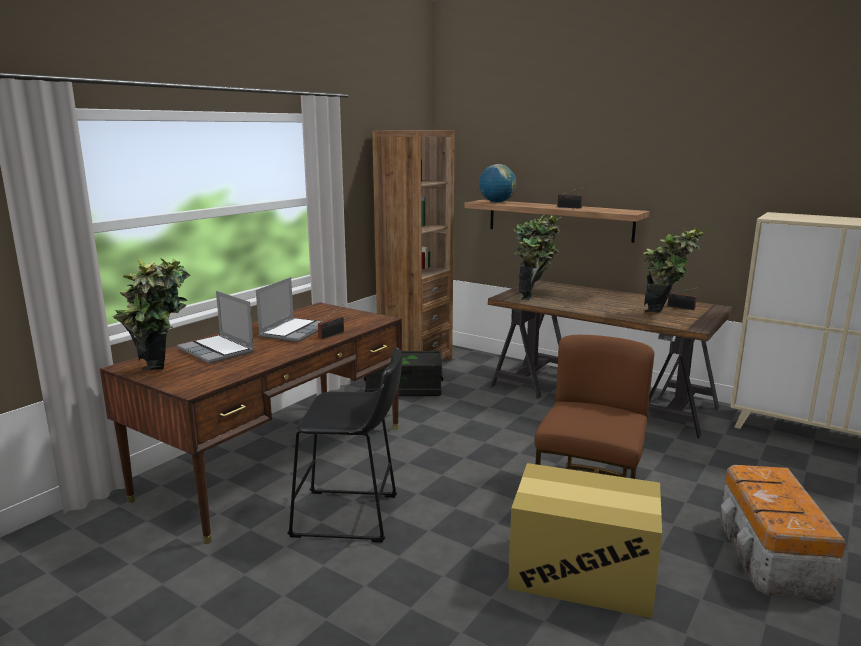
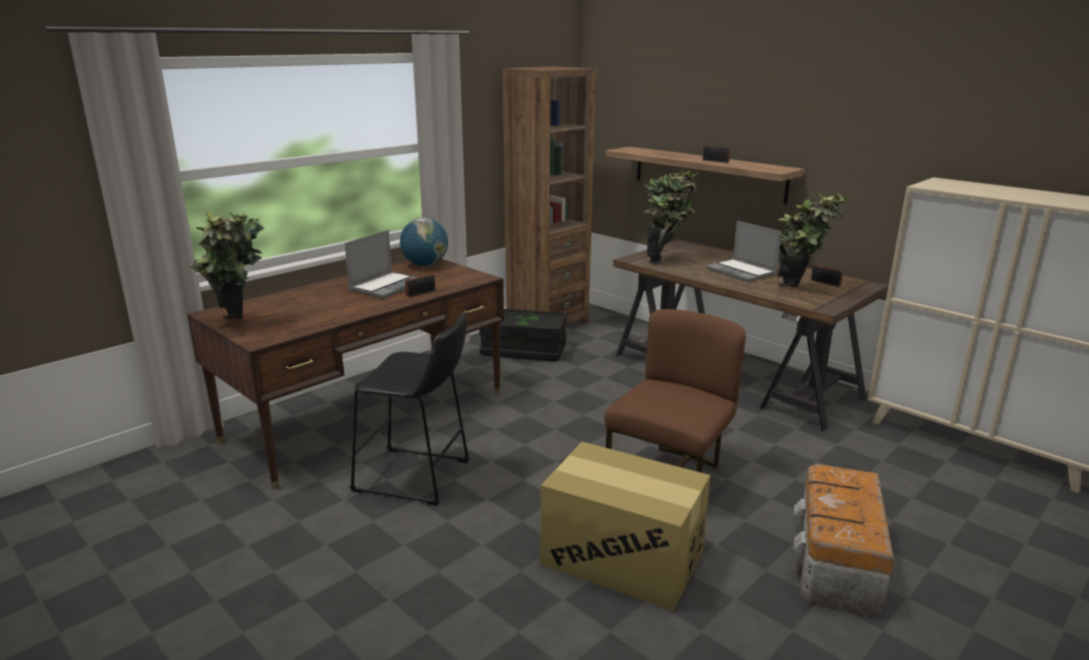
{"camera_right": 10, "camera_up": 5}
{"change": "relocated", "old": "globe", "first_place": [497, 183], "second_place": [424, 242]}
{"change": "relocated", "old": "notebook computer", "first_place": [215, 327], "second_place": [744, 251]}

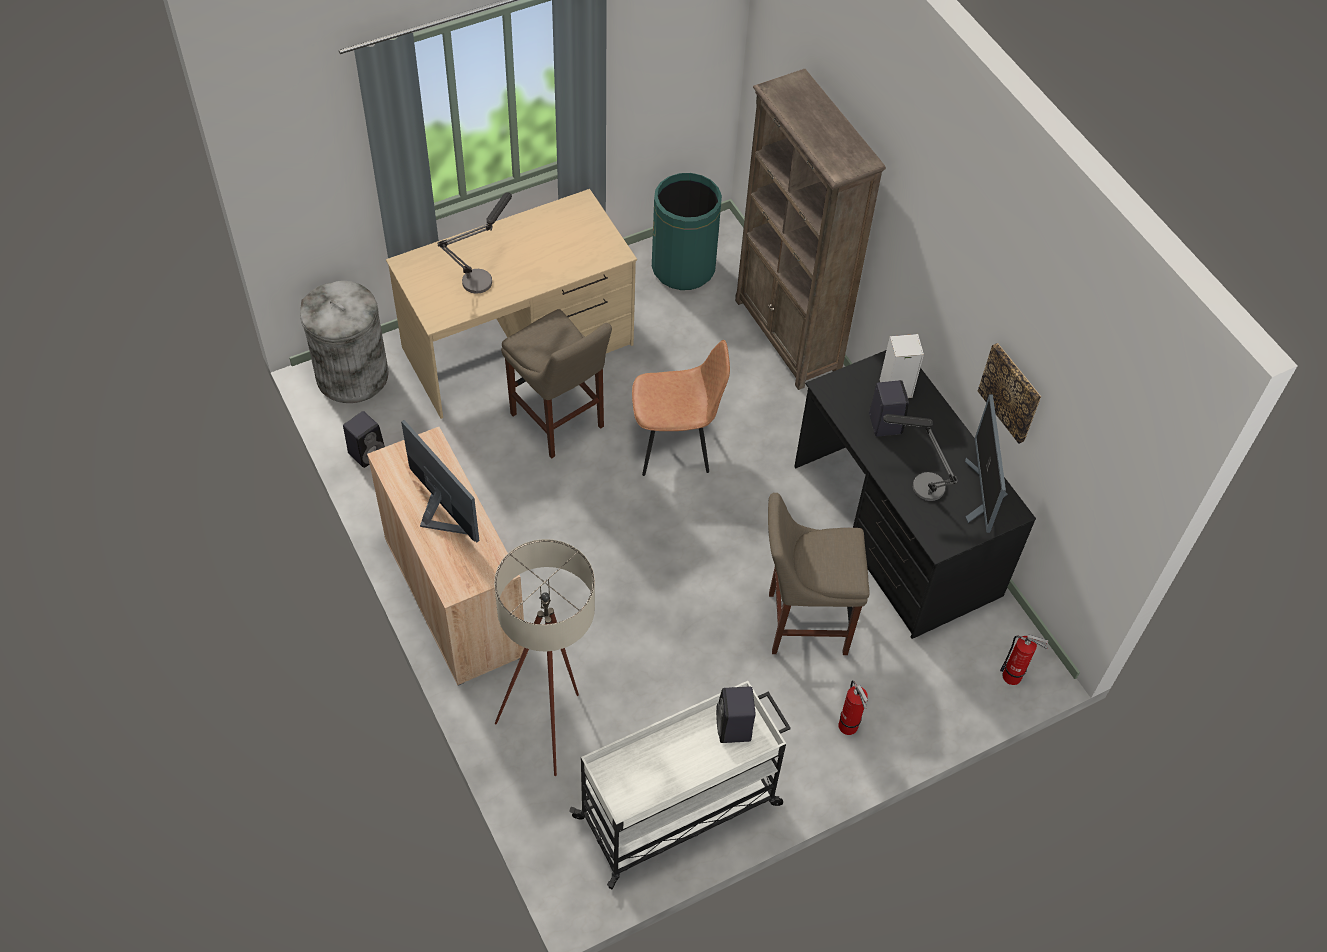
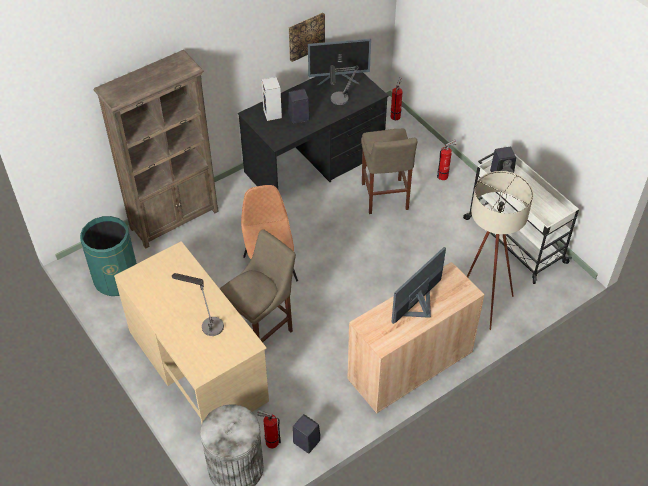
{"camera_right": -95, "camera_up": -5}
{"change": "appeared", "new": "fire extinguisher", "second_place": [269, 429]}

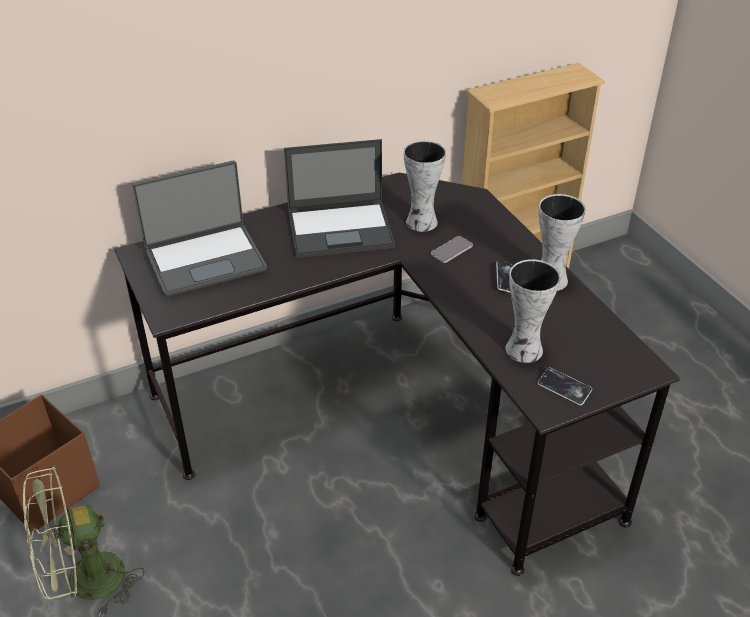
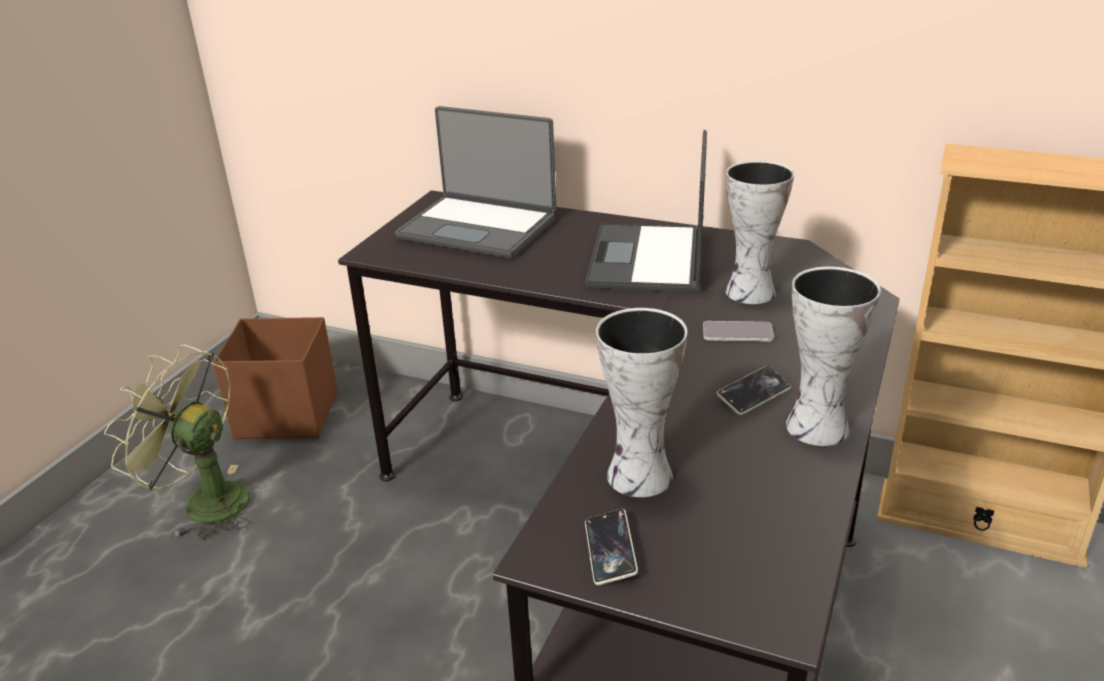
{"camera_right": 50, "camera_up": -10}
{"change": "spun", "old": "notebook computer", "first_place": [339, 198], "second_place": [646, 211], "degrees": 60}

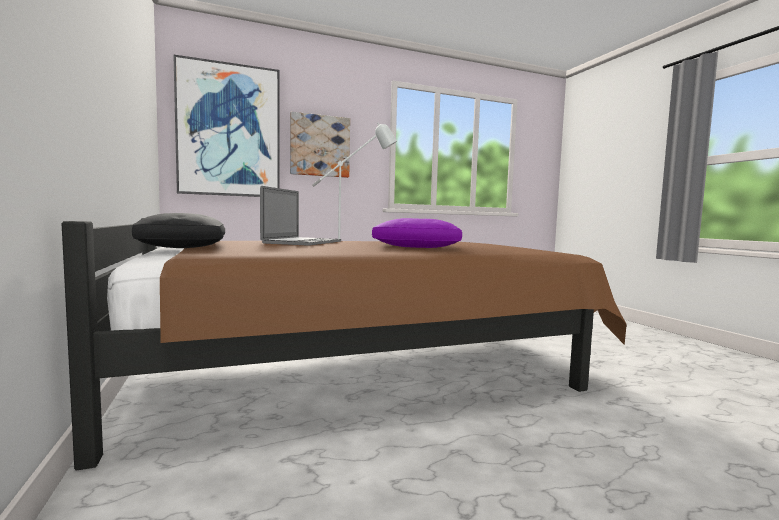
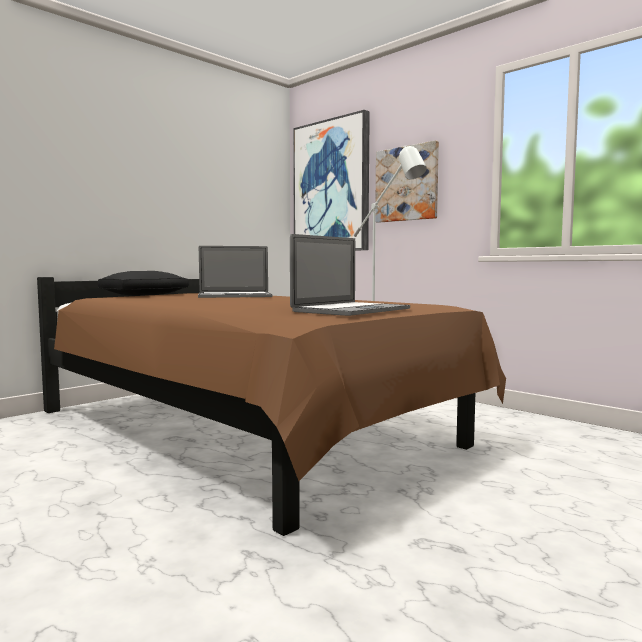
{"camera_right": 65, "camera_up": 0}
{"change": "appeared", "new": "notebook computer", "second_place": [350, 275]}
{"change": "missing", "old": "throw pillow in purple-coloured", "first_place": [417, 233]}

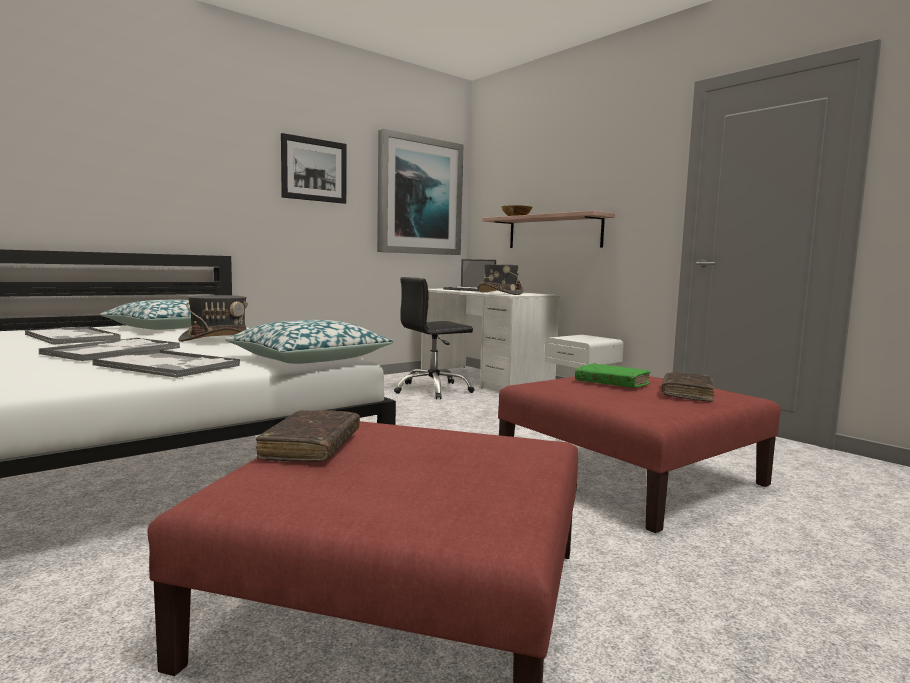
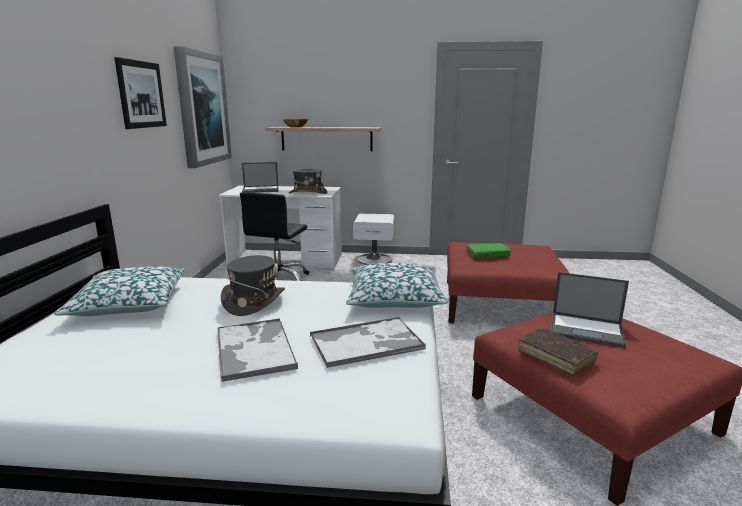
{"camera_right": -45, "camera_up": 10}
{"change": "appeared", "new": "notebook computer", "second_place": [590, 310]}
{"change": "missing", "old": "serving tray", "first_place": [73, 336]}
{"change": "missing", "old": "bound book in brown-coloured", "first_place": [688, 387]}

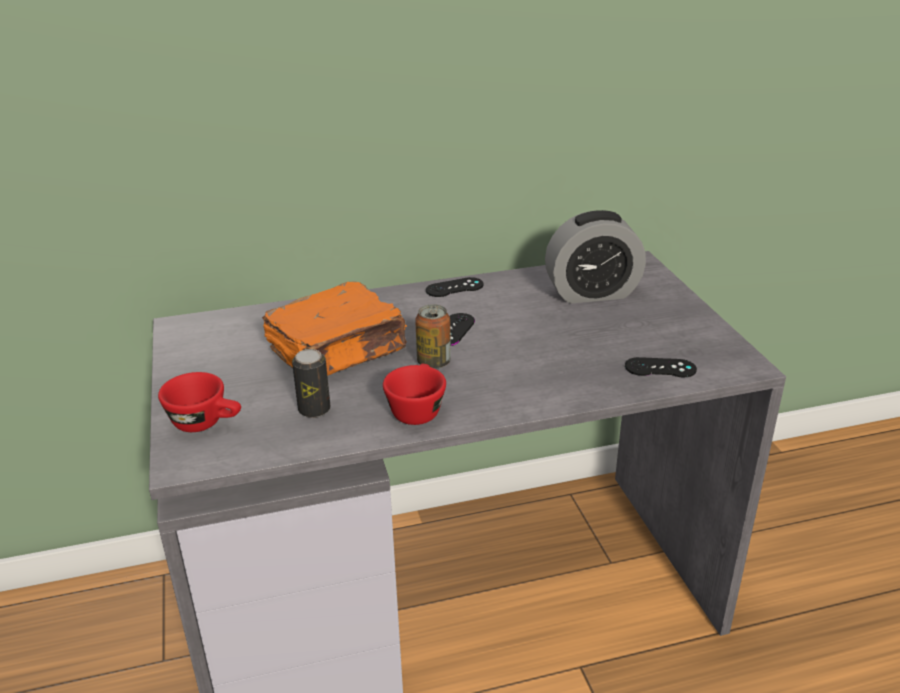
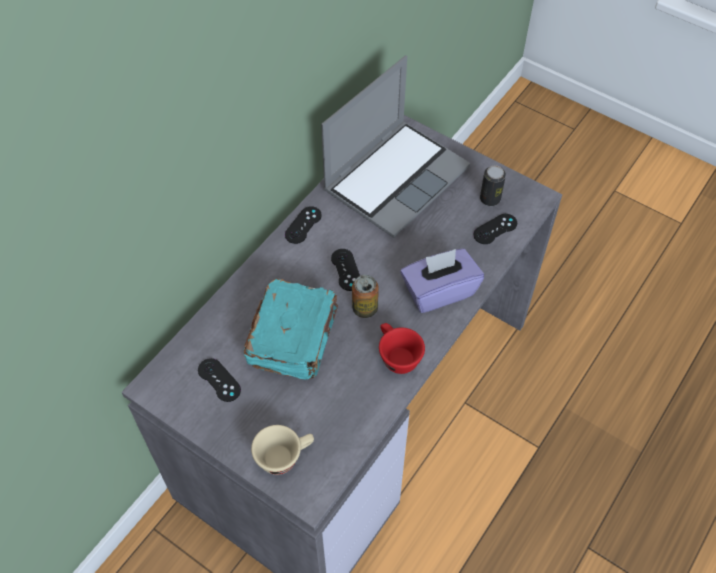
{"camera_right": -40, "camera_up": 25}
{"change": "appeared", "new": "joypad in black-coloured", "second_place": [219, 380]}
{"change": "colour", "old": "bound book in orangey", "new": "bound book in turquoise-coloured", "first_place": [334, 329], "second_place": [291, 329]}
{"change": "colour", "old": "cup in red", "new": "cup in beige", "first_place": [199, 402], "second_place": [282, 450]}
{"change": "exchanged", "old": "table clock", "new": "notebook computer", "first_place": [595, 257], "second_place": [395, 146]}
{"change": "appeared", "new": "tissue box in purple-coloured", "second_place": [442, 281]}
{"change": "relocated", "old": "sealed can", "first_place": [311, 383], "second_place": [493, 185]}

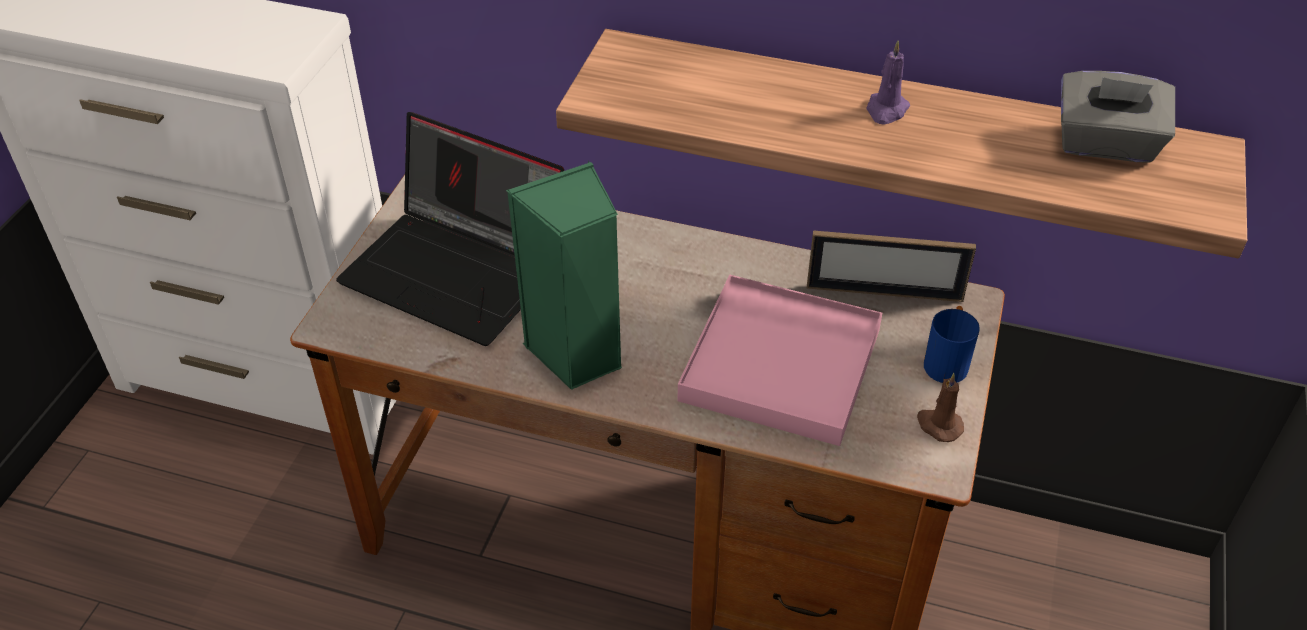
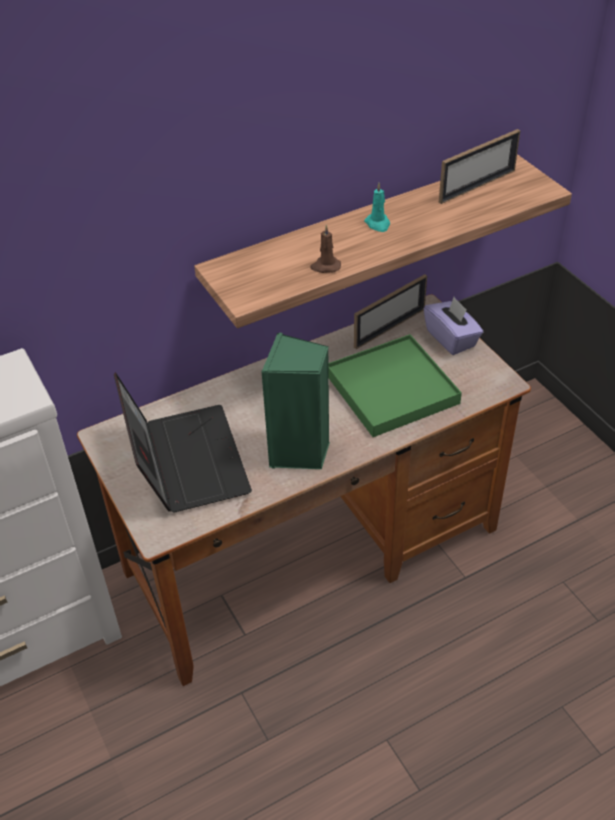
{"camera_right": -45, "camera_up": 0}
{"change": "spun", "old": "notebook computer", "first_place": [450, 229], "second_place": [183, 442], "degrees": -90}
{"change": "relocated", "old": "wax light in brown-coloured", "first_place": [940, 407], "second_place": [325, 249]}
{"change": "colour", "old": "serving tray in pink-coloured", "new": "serving tray in greenish", "first_place": [779, 360], "second_place": [395, 385]}
{"change": "colour", "old": "wax light in purple-coloured", "new": "wax light in turquoise-coloured", "first_place": [888, 82], "second_place": [377, 207]}
{"change": "exchanged", "old": "coffee mug in blue", "new": "tissue box in purple-coloured", "first_place": [951, 344], "second_place": [453, 326]}
{"change": "exchanged", "old": "tissue box in grey", "new": "standing frame", "first_place": [1118, 117], "second_place": [479, 166]}

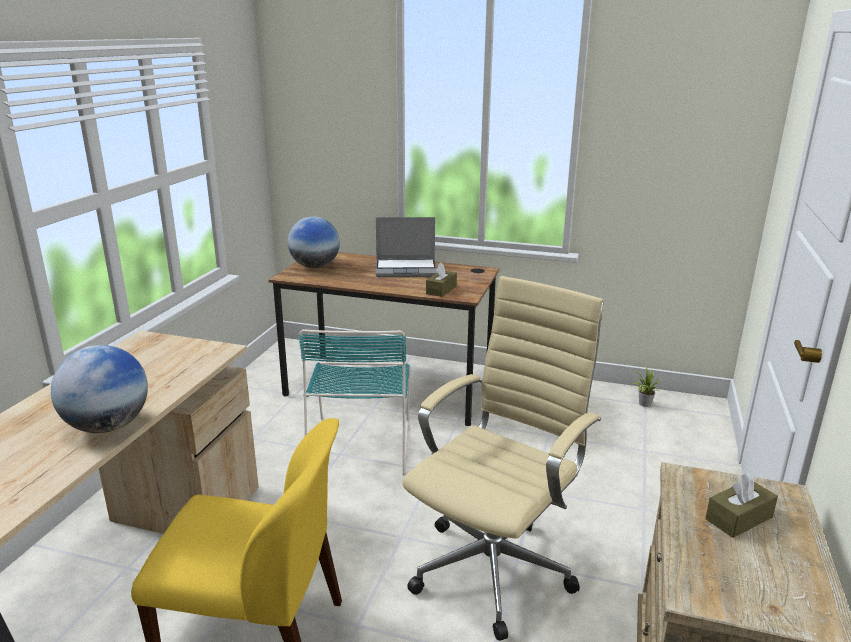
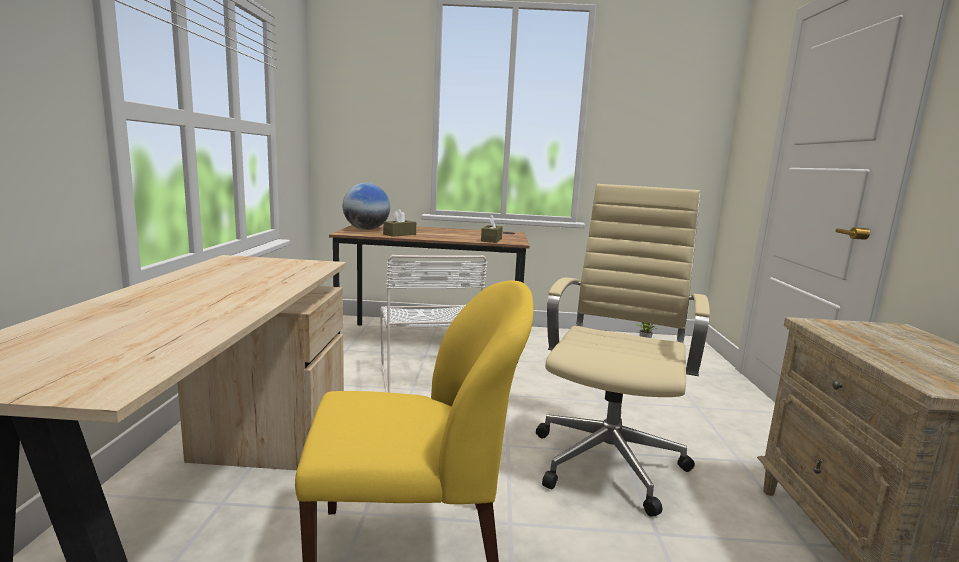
{"camera_right": -15, "camera_up": -10}
{"change": "colour", "old": "chair in turquoise-coloured", "new": "chair in whitish", "first_place": [354, 402], "second_place": [433, 324]}
{"change": "relocated", "old": "tissue box in brown-coloured", "first_place": [741, 505], "second_place": [399, 223]}
{"change": "missing", "old": "globe", "first_place": [99, 389]}
{"change": "missing", "old": "notebook computer", "first_place": [406, 247]}

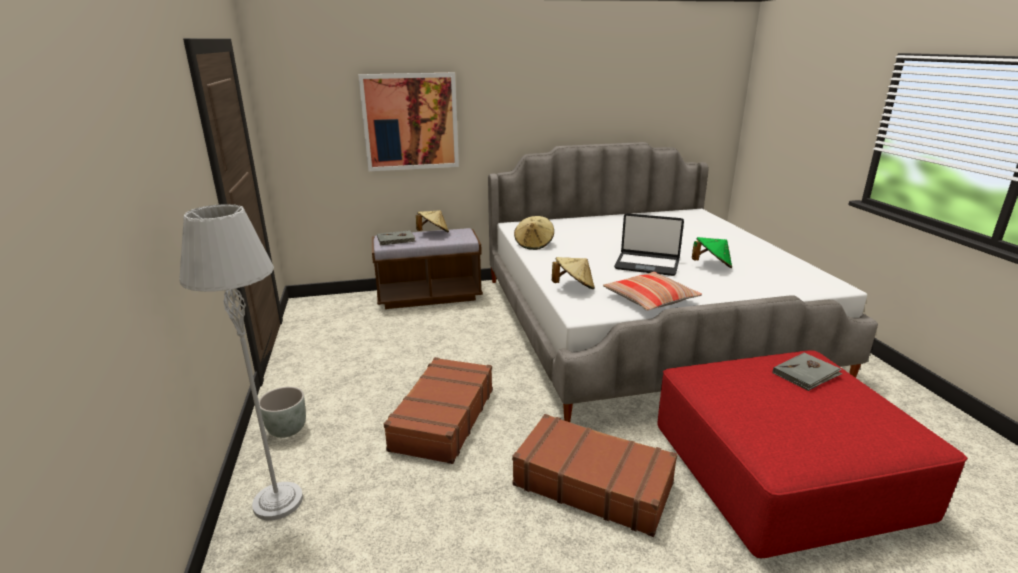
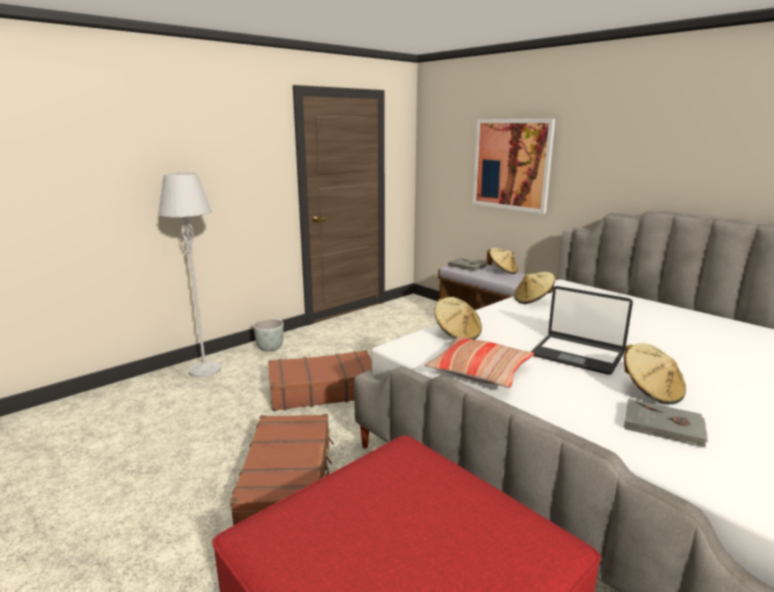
{"camera_right": 60, "camera_up": -5}
{"change": "spun", "old": "notebook computer", "first_place": [649, 244], "second_place": [582, 330], "degrees": -45}
{"change": "relocated", "old": "bound book in grey", "first_place": [808, 371], "second_place": [665, 423]}
{"change": "colour", "old": "wearable hat in greenish", "new": "wearable hat in beige", "first_place": [712, 252], "second_place": [655, 373]}

